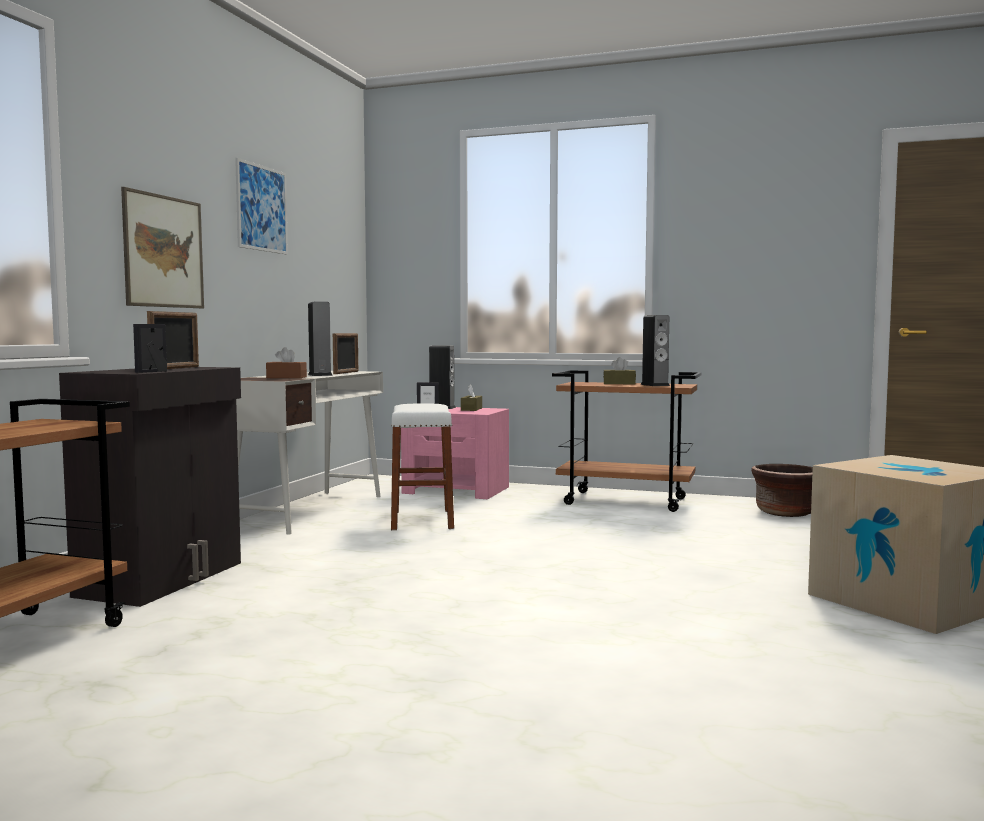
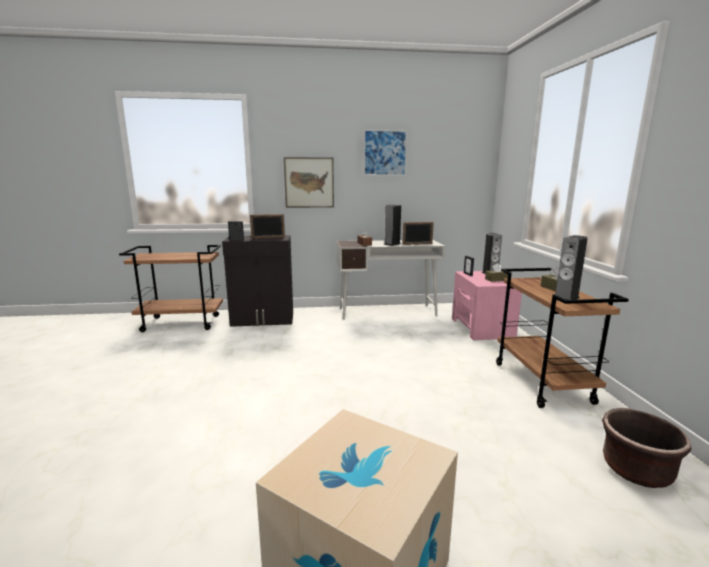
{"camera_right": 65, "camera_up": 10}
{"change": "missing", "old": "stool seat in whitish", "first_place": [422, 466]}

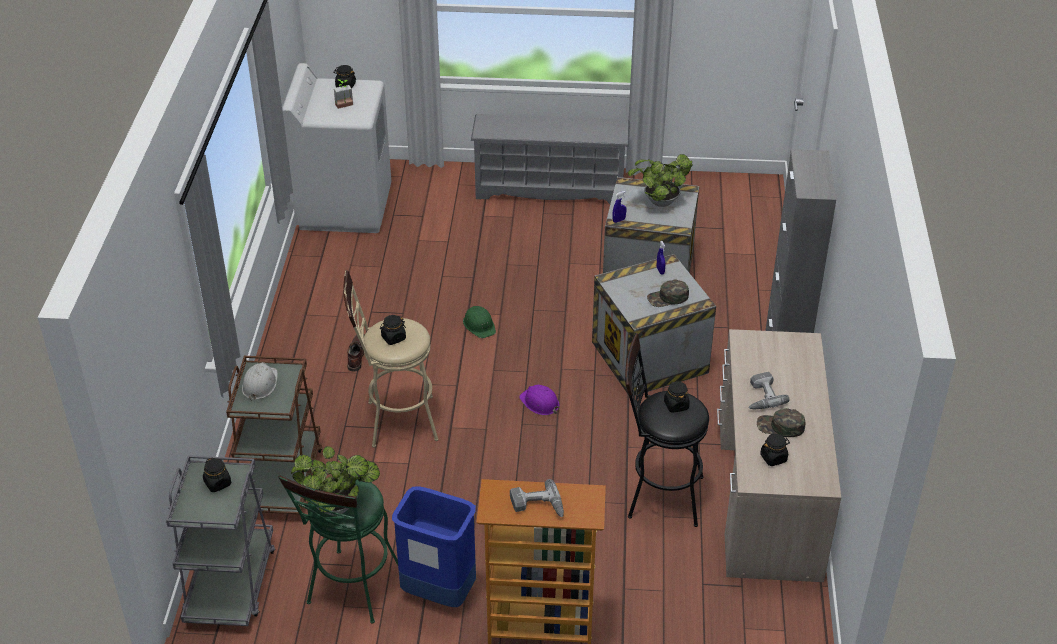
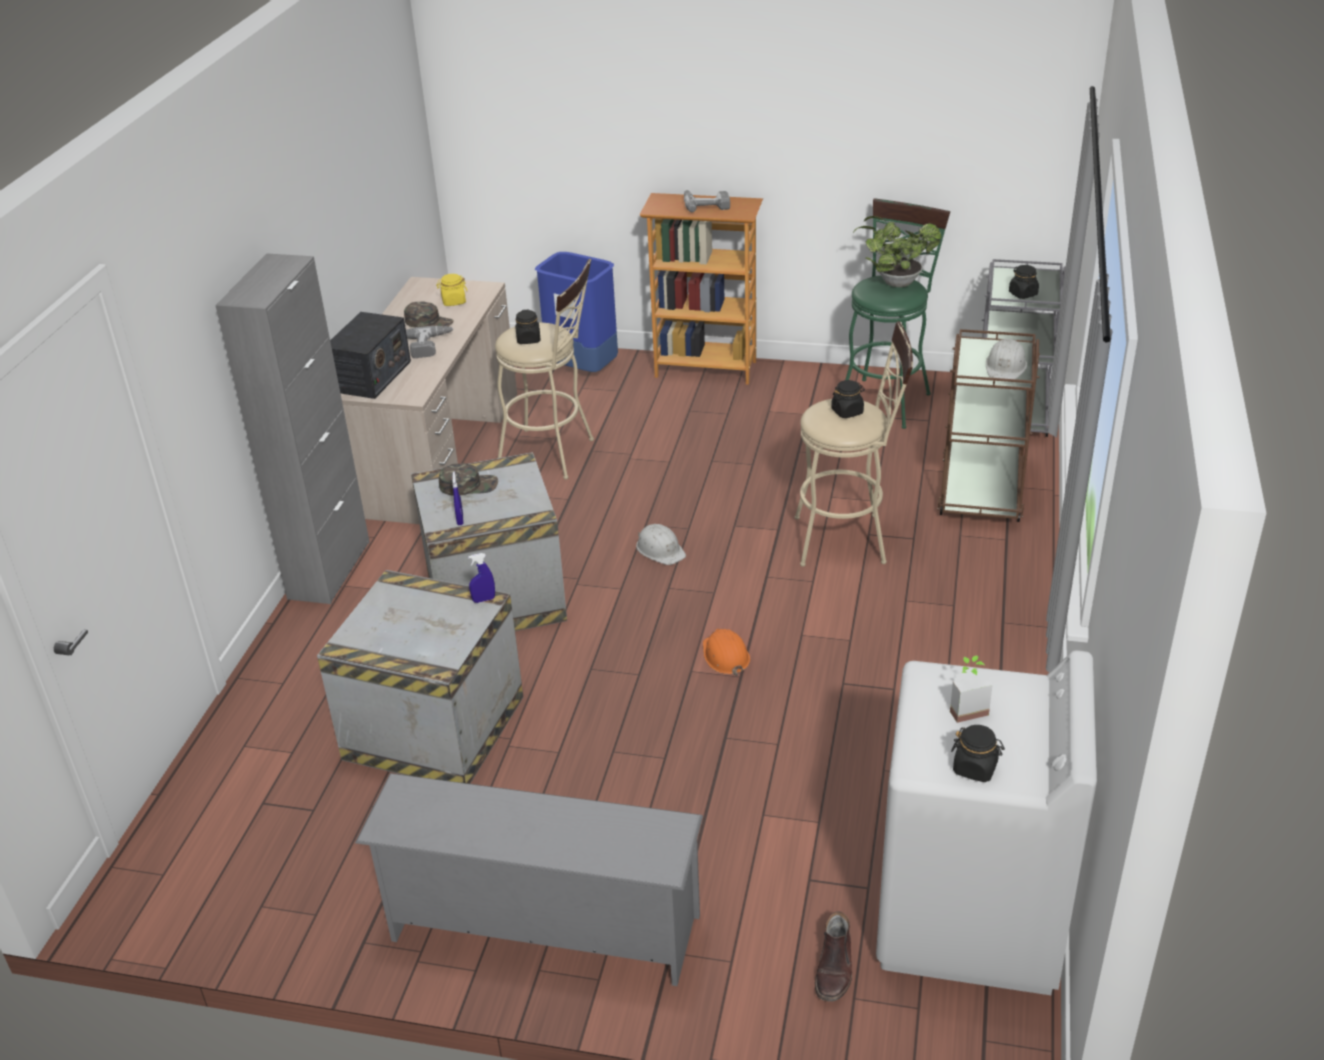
{"camera_right": -170, "camera_up": -5}
{"change": "appeared", "new": "radio receiver", "second_place": [370, 355]}
{"change": "colour", "old": "jar in black-coloured", "new": "jar in yellowish", "first_place": [775, 450], "second_place": [451, 290]}
{"change": "colour", "old": "stool seat in black-coloured", "new": "stool seat in beige", "first_place": [667, 430], "second_place": [544, 369]}
{"change": "relocated", "old": "waste bin in blue", "first_place": [434, 547], "second_place": [576, 312]}
{"change": "colour", "old": "work helmet in purple-coloured", "new": "work helmet in whitish", "first_place": [539, 400], "second_place": [661, 544]}
{"change": "colour", "old": "work helmet in greenish", "new": "work helmet in orangey", "first_place": [479, 322], "second_place": [726, 652]}
{"change": "relocated", "old": "high-top boot in brown-coloured", "first_place": [356, 353], "second_place": [833, 956]}
{"change": "missing", "old": "potted plant", "first_place": [660, 180]}

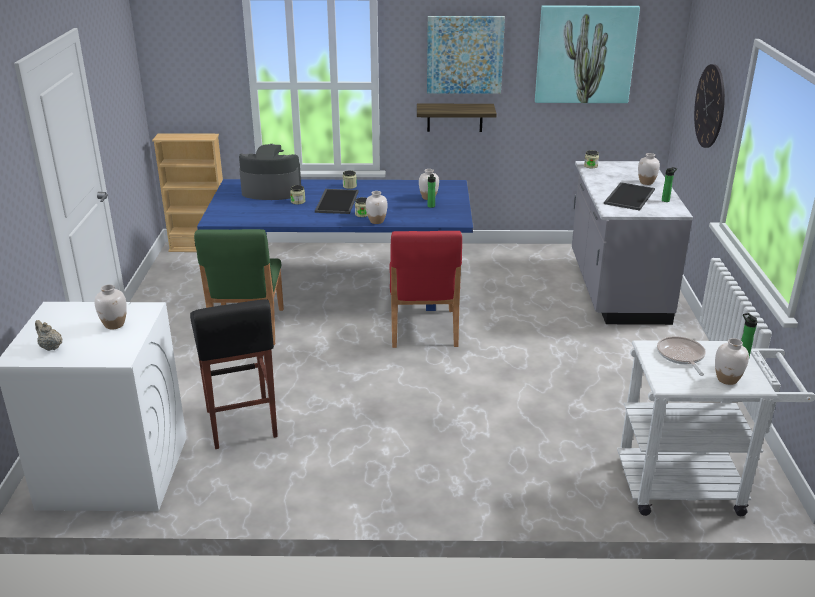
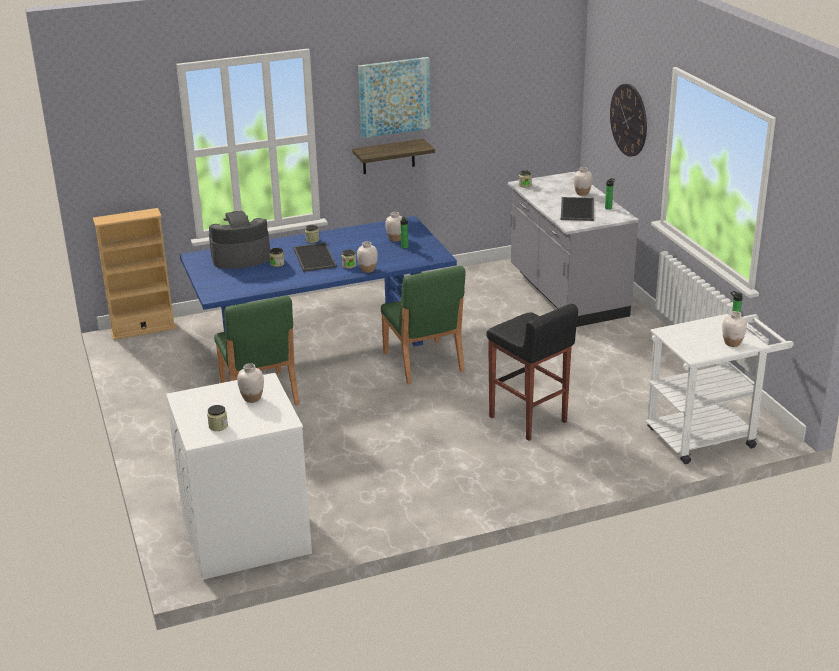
{"camera_right": -20, "camera_up": 0}
{"change": "exchanged", "old": "tea pot in beige", "new": "jar", "first_place": [48, 335], "second_place": [217, 418]}
{"change": "colour", "old": "chair in red", "new": "chair in greenish", "first_place": [425, 289], "second_place": [423, 325]}
{"change": "relocated", "old": "stool seat in black-coloured", "first_place": [234, 374], "second_place": [532, 372]}
{"change": "missing", "old": "picture", "first_place": [587, 54]}
{"change": "missing", "old": "skillet", "first_place": [681, 356]}

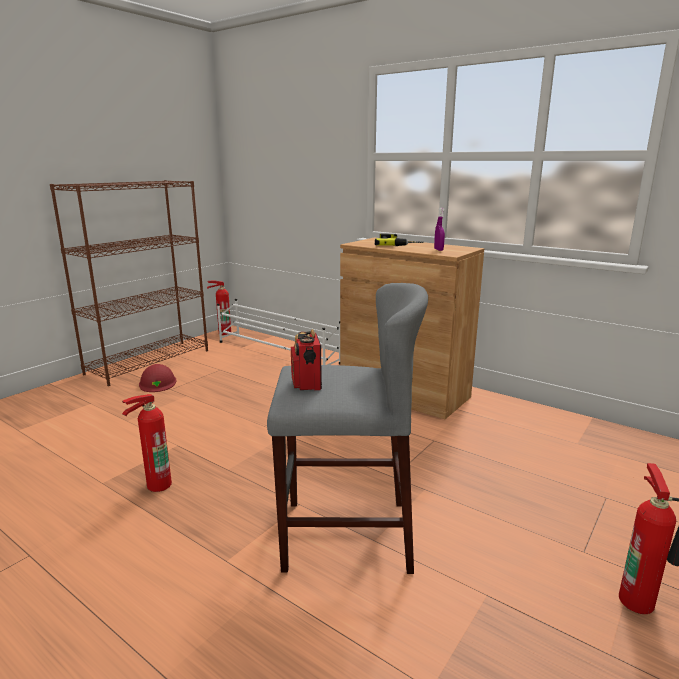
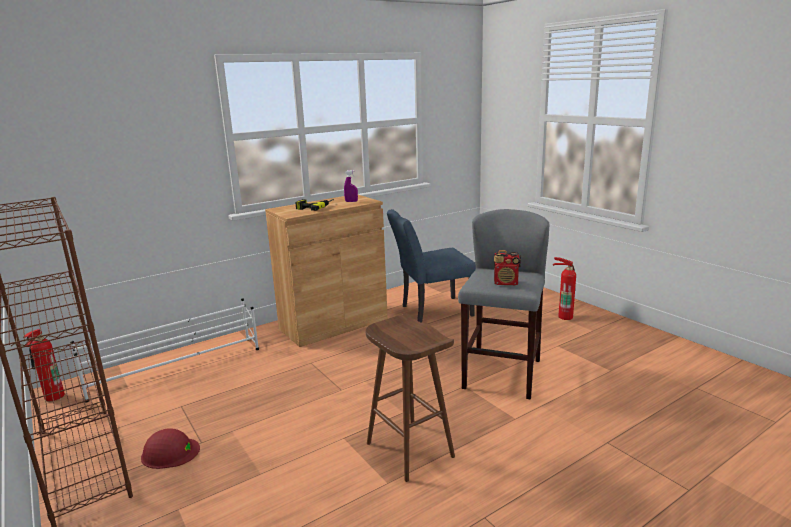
{"camera_right": -70, "camera_up": 0}
{"change": "exchanged", "old": "fire extinguisher", "new": "stool seat in brown-coloured", "first_place": [147, 443], "second_place": [410, 398]}
{"change": "appeared", "new": "chair in blue", "second_place": [431, 266]}

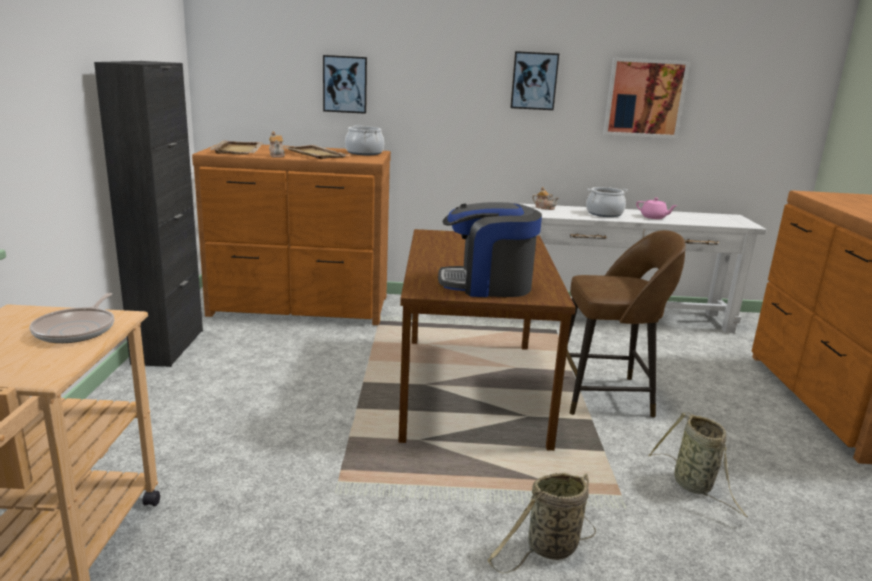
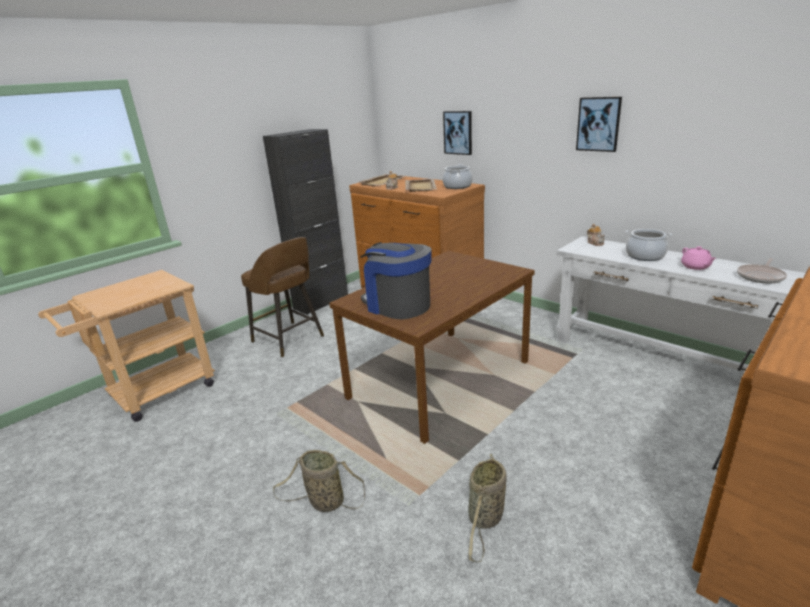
{"camera_right": 45, "camera_up": 5}
{"change": "relocated", "old": "stool seat in brown-coloured", "first_place": [626, 324], "second_place": [282, 297]}
{"change": "relocated", "old": "skillet", "first_place": [71, 318], "second_place": [762, 271]}
{"change": "missing", "old": "picture", "first_place": [646, 98]}

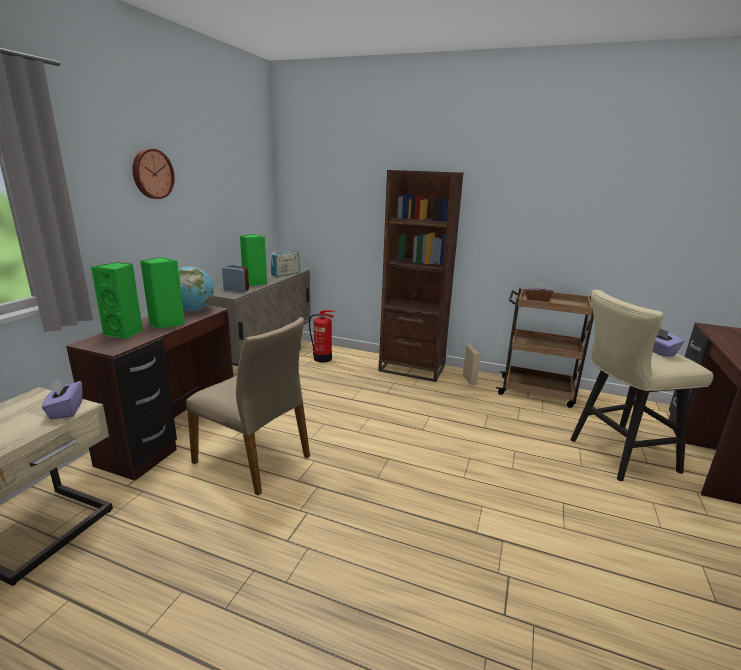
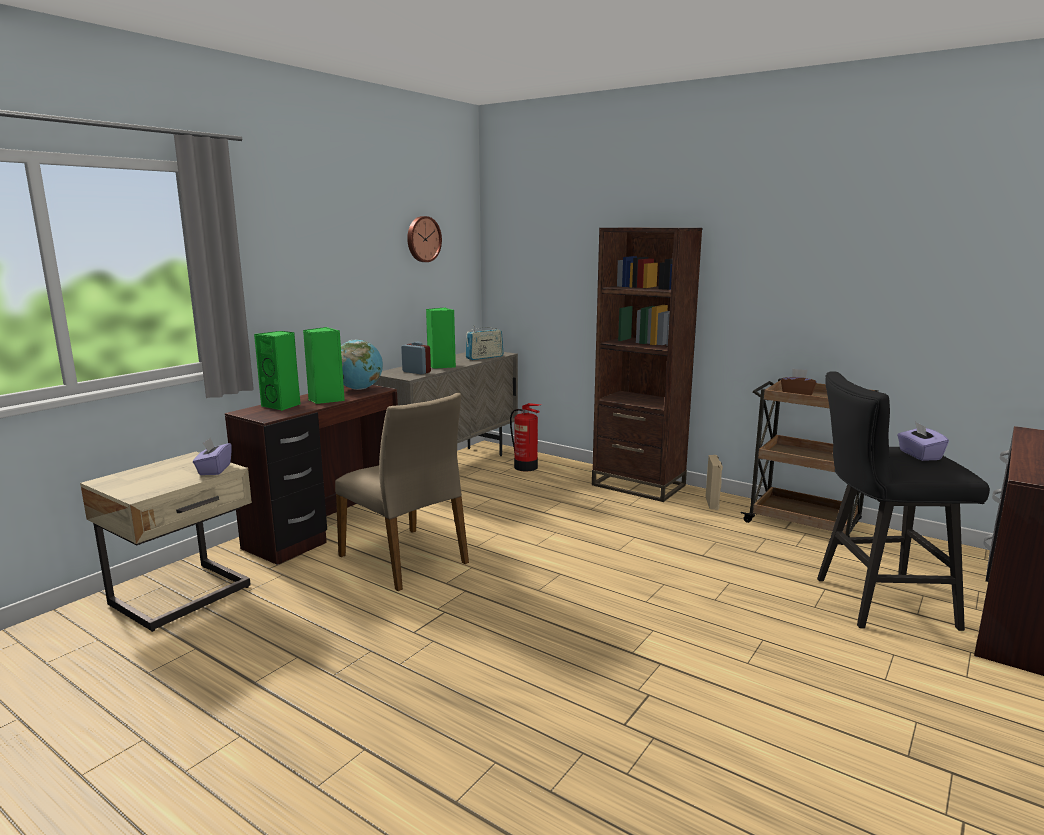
{"camera_right": 15, "camera_up": -5}
{"change": "relocated", "old": "hanging clock", "first_place": [153, 173], "second_place": [424, 239]}
{"change": "colour", "old": "stool seat in beige", "new": "stool seat in black-coloured", "first_place": [642, 385], "second_place": [903, 501]}

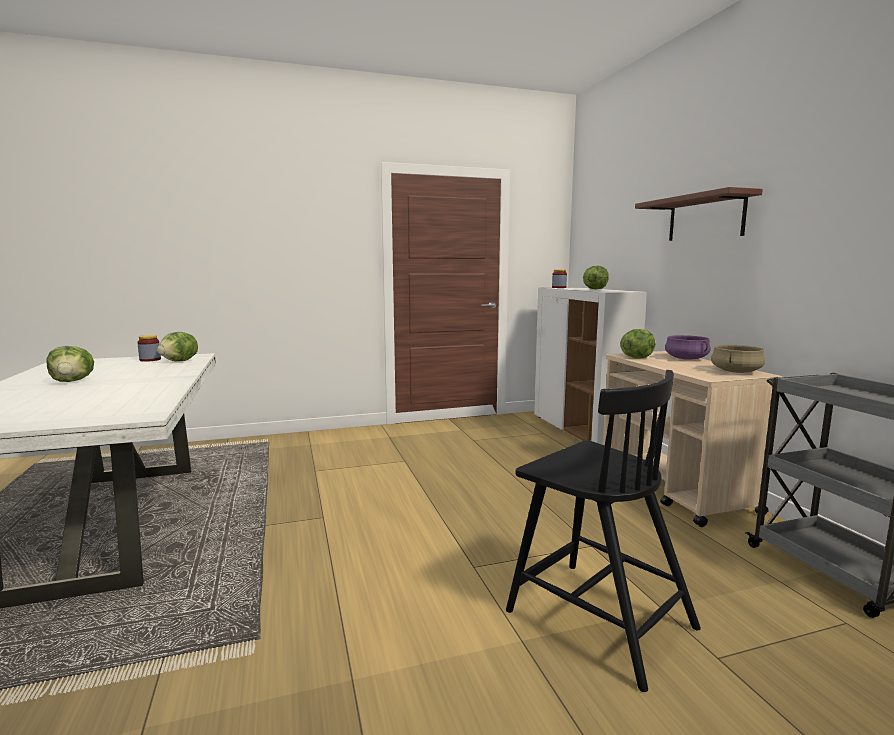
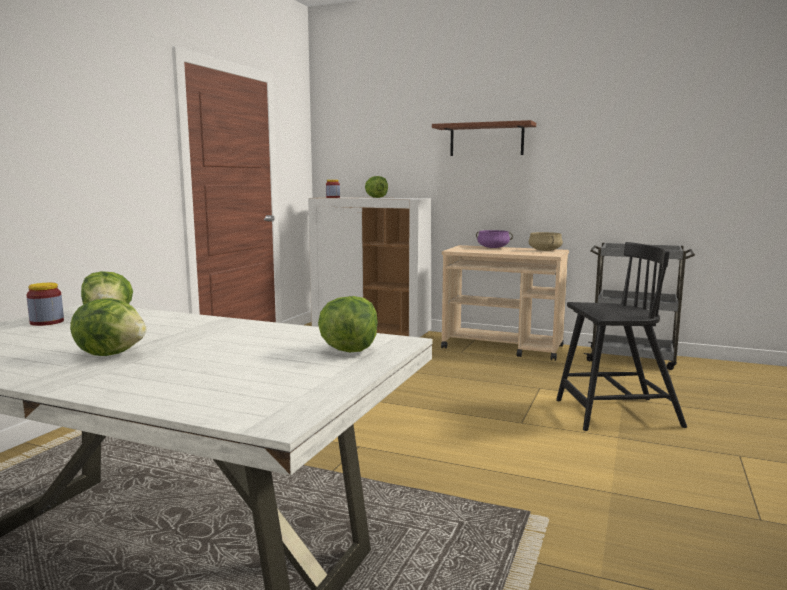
{"camera_right": -50, "camera_up": 0}
{"change": "relocated", "old": "head of lettuce", "first_place": [638, 343], "second_place": [348, 324]}

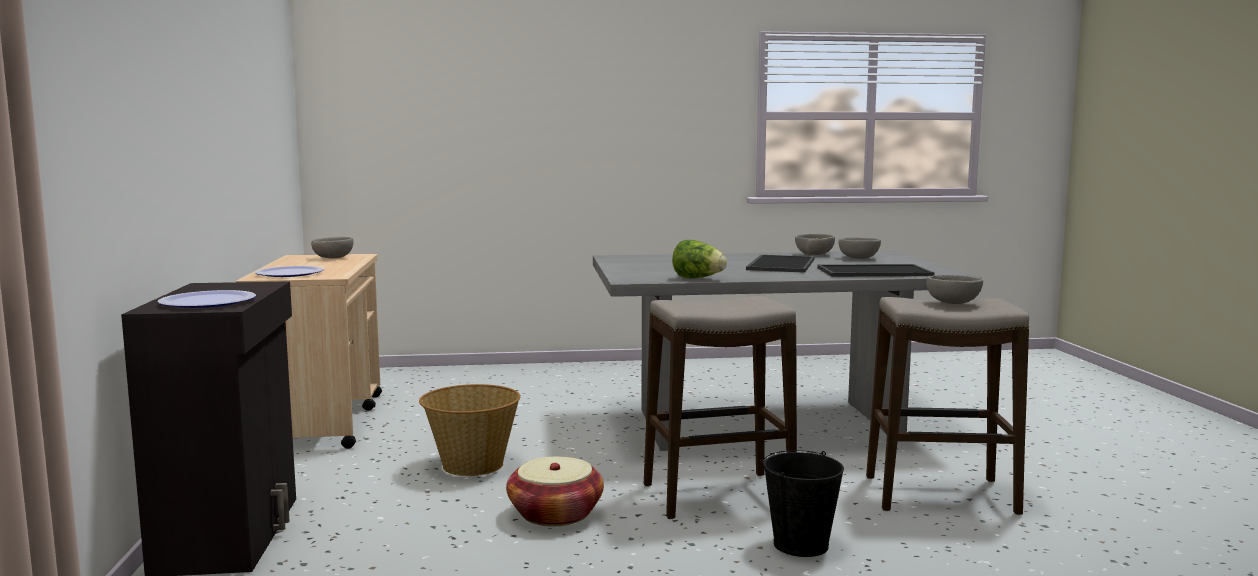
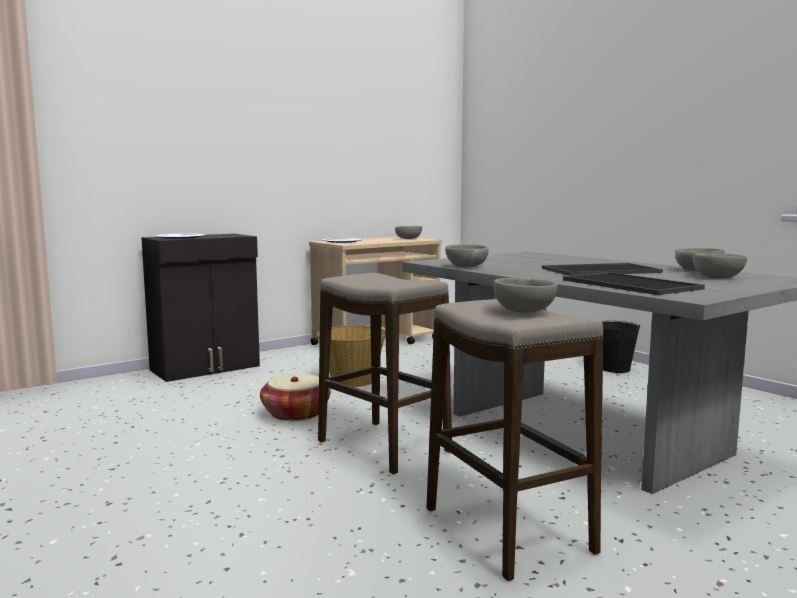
{"camera_right": 60, "camera_up": 0}
{"change": "exchanged", "old": "head of lettuce", "new": "serving bowl in grey", "first_place": [699, 259], "second_place": [467, 255]}
{"change": "relocated", "old": "pail in black-coloured", "first_place": [803, 503], "second_place": [621, 347]}

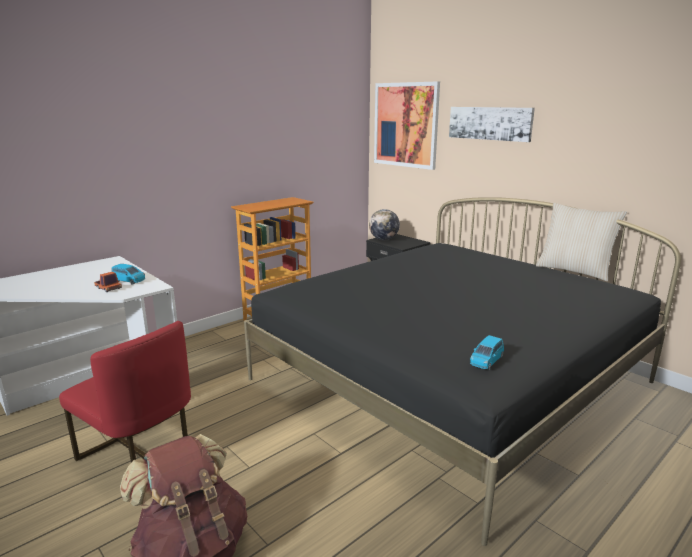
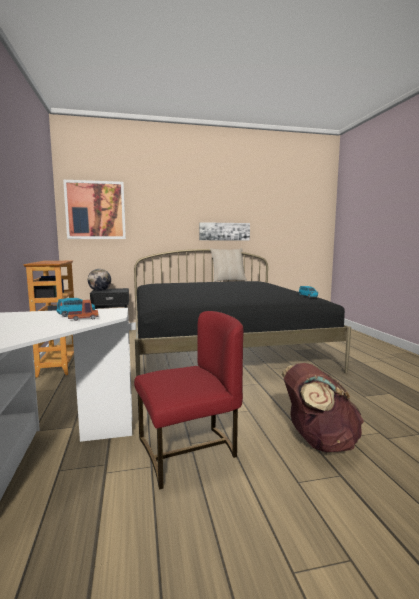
{"camera_right": -60, "camera_up": -10}
{"change": "relocated", "old": "picture", "first_place": [492, 124], "second_place": [224, 231]}

